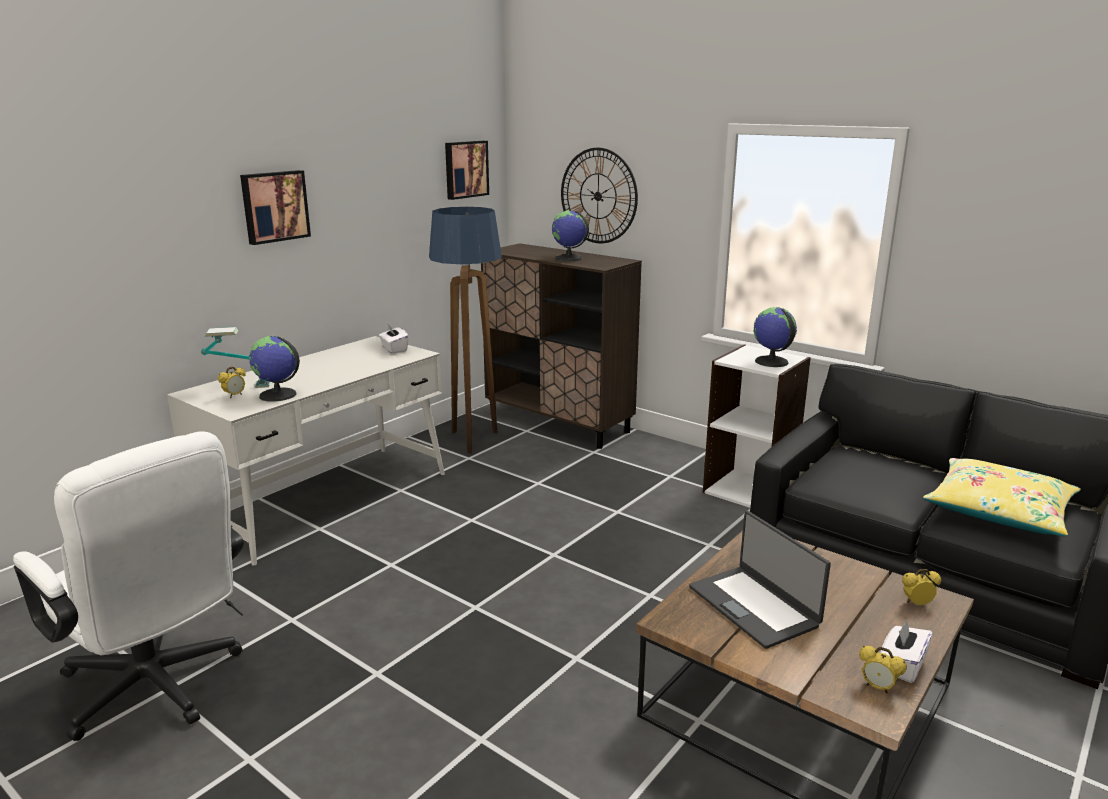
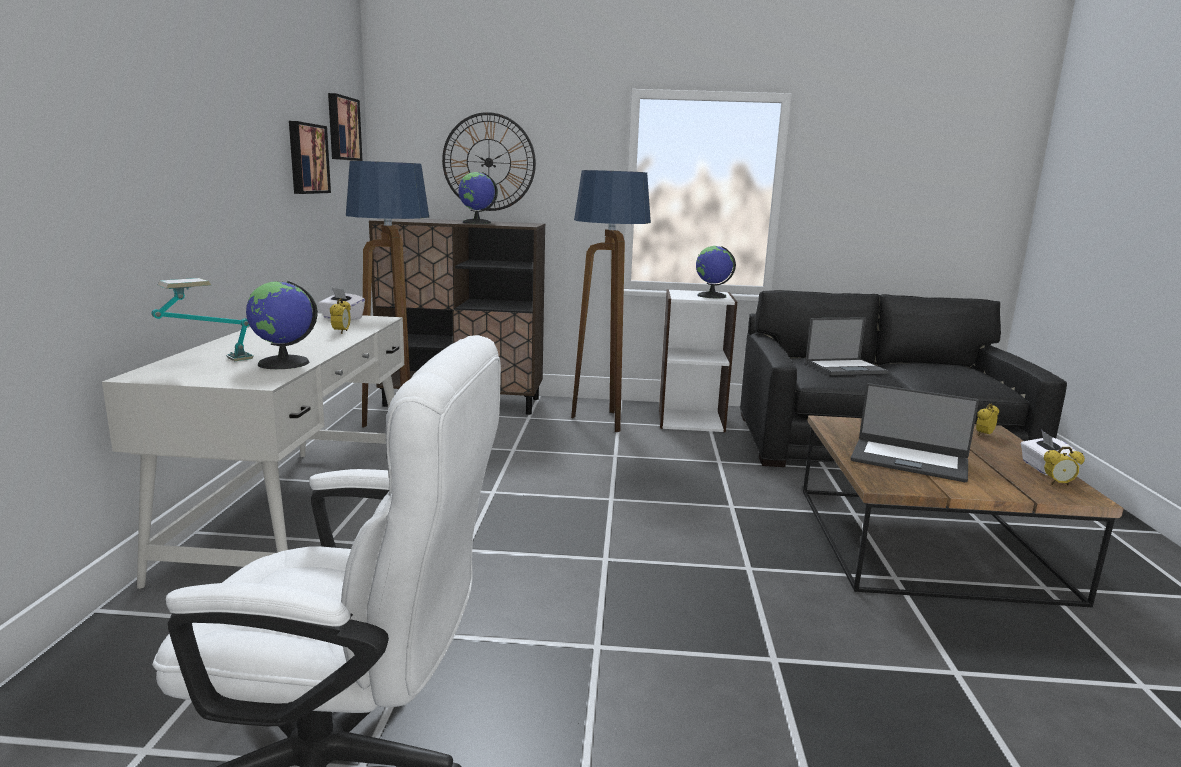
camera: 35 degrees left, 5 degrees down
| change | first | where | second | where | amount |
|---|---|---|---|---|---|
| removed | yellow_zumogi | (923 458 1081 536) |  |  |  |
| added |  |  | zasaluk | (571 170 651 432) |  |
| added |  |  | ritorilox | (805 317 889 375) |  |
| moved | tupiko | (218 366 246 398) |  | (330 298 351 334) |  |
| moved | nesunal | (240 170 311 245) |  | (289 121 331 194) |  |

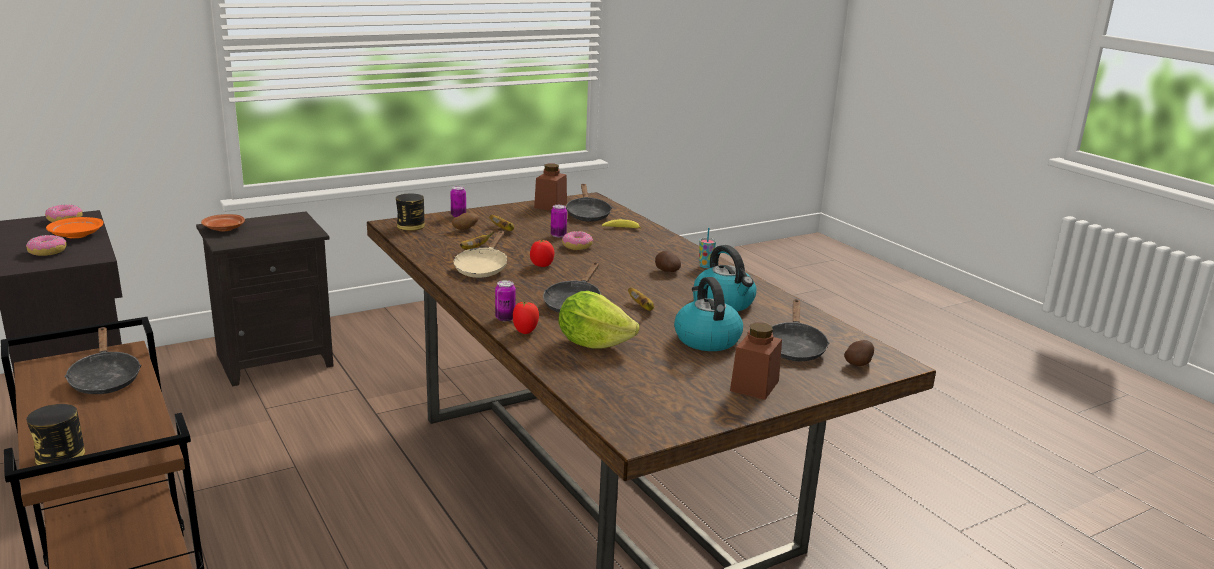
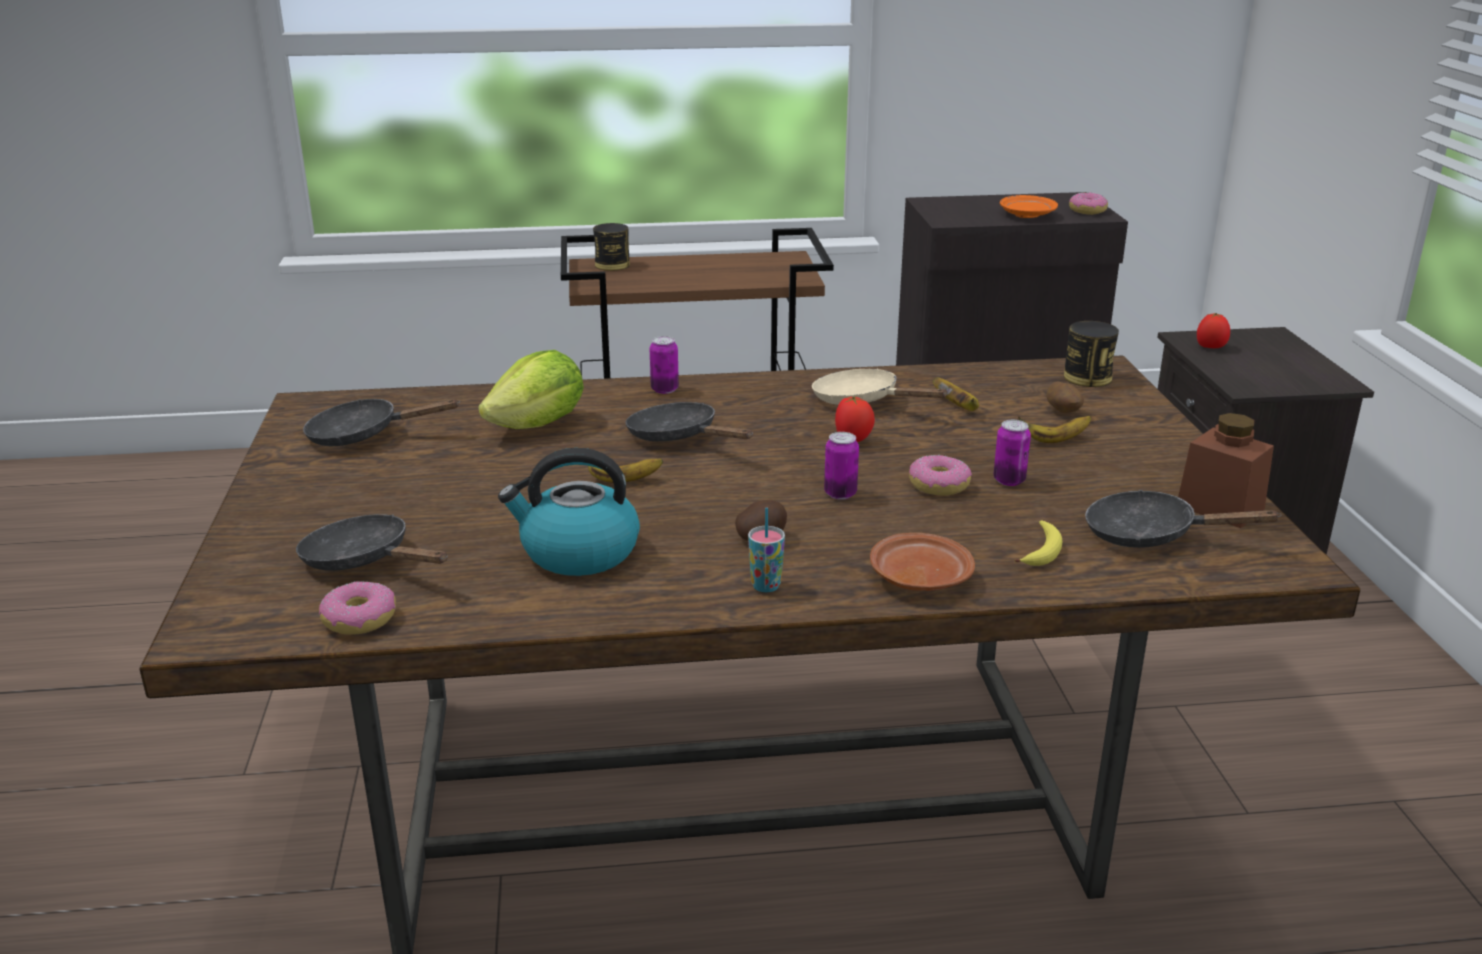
camera: 115 degrees right, 5 degrees up
| change | first | where | second | where | amount |
|---|---|---|---|---|---|
| removed | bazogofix | (674 277 743 351) |  |  |  |
| removed | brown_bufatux | (730 322 782 400) |  |  |  |
| removed | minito | (844 340 874 366) |  |  |  |
| moved | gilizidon | (26 235 66 256) |  | (319 581 396 635) |  |
| moved | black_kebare | (65 327 141 394) |  | (303 399 460 446) |  |
| moved | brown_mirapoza | (201 214 245 231) |  | (870 533 975 591) |  |
| moved | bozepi | (450 186 466 217) |  | (824 432 859 500) |  |
| moved | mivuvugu | (513 301 539 334) |  | (1197 313 1230 348) |  |

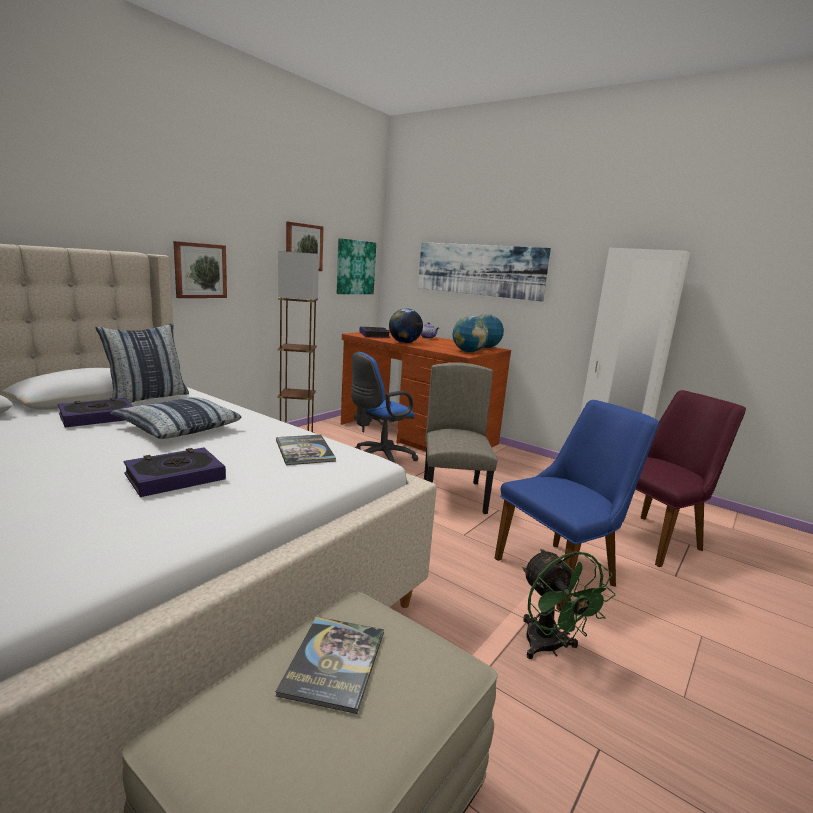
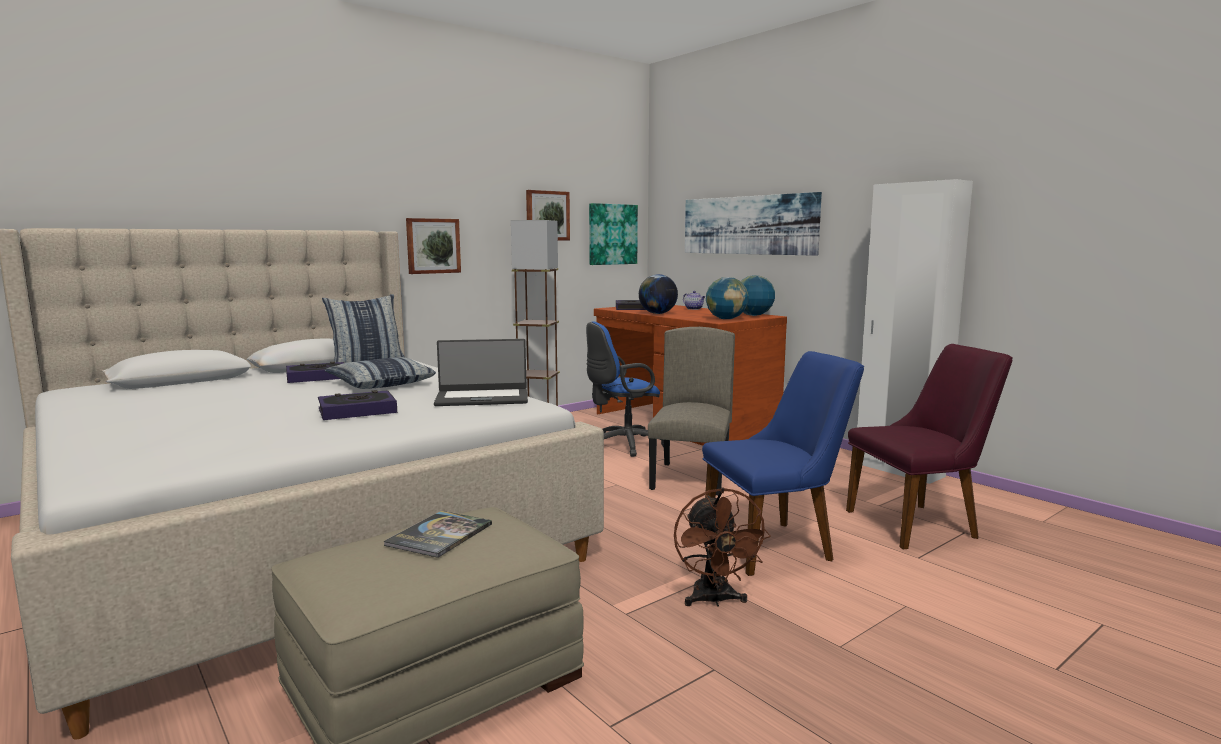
camera: 15 degrees right, 5 degrees down
| change | first | where | second | where | amount |
|---|---|---|---|---|---|
| replaced | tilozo | (276 435 336 465) | ritorilox | (434 339 528 406) |  |
| recoloured | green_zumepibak | (523 549 615 659) | brown_zumepibak | (674 488 770 606) |  |

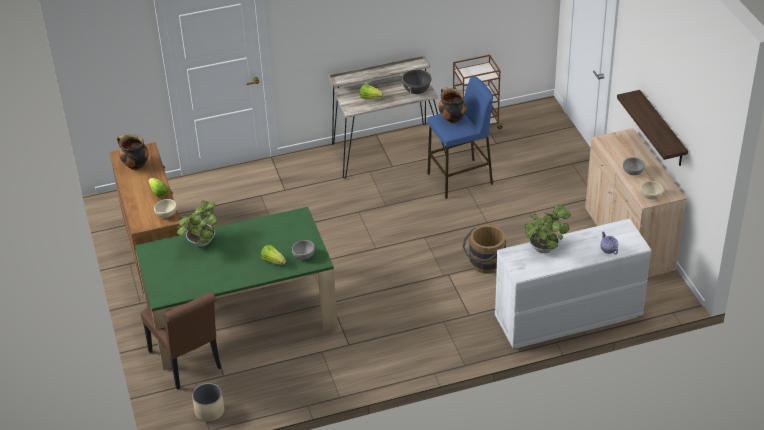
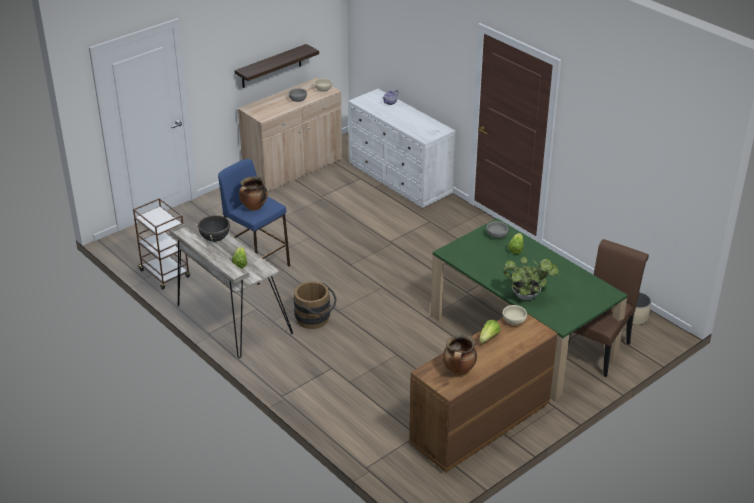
camera: 115 degrees left, 5 degrees down
| change | first | where | second | where | amount |
|---|---|---|---|---|---|
| removed | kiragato | (525 205 571 253) |  |  |  |
| moved | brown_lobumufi | (463 225 506 274) |  | (294 281 337 329) |  |

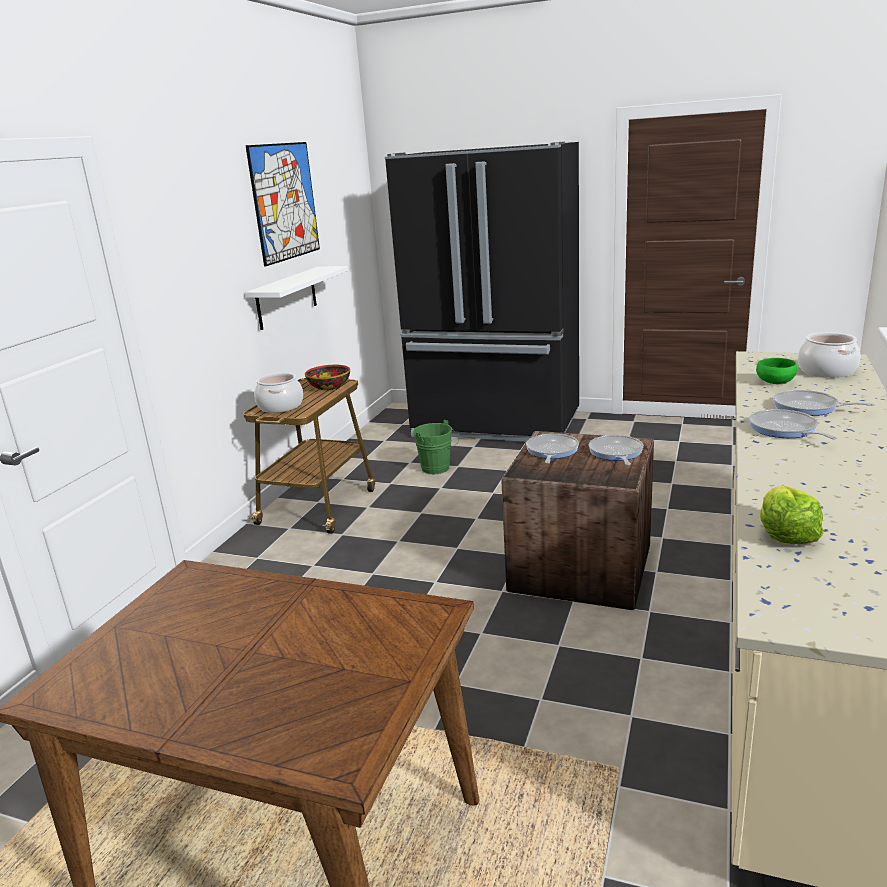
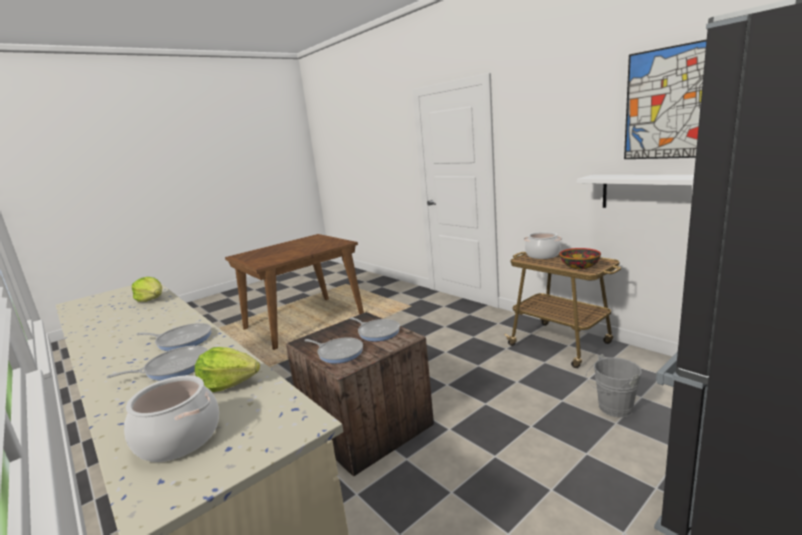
camera: 120 degrees right, 5 degrees down
| change | first | where | second | where | amount |
|---|---|---|---|---|---|
| replaced | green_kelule | (756 358 797 384) | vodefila | (195 347 260 392) |  |
| recoloured | green_lobumufi | (413 420 459 474) | grey_lobumufi | (586 354 642 417) |  |

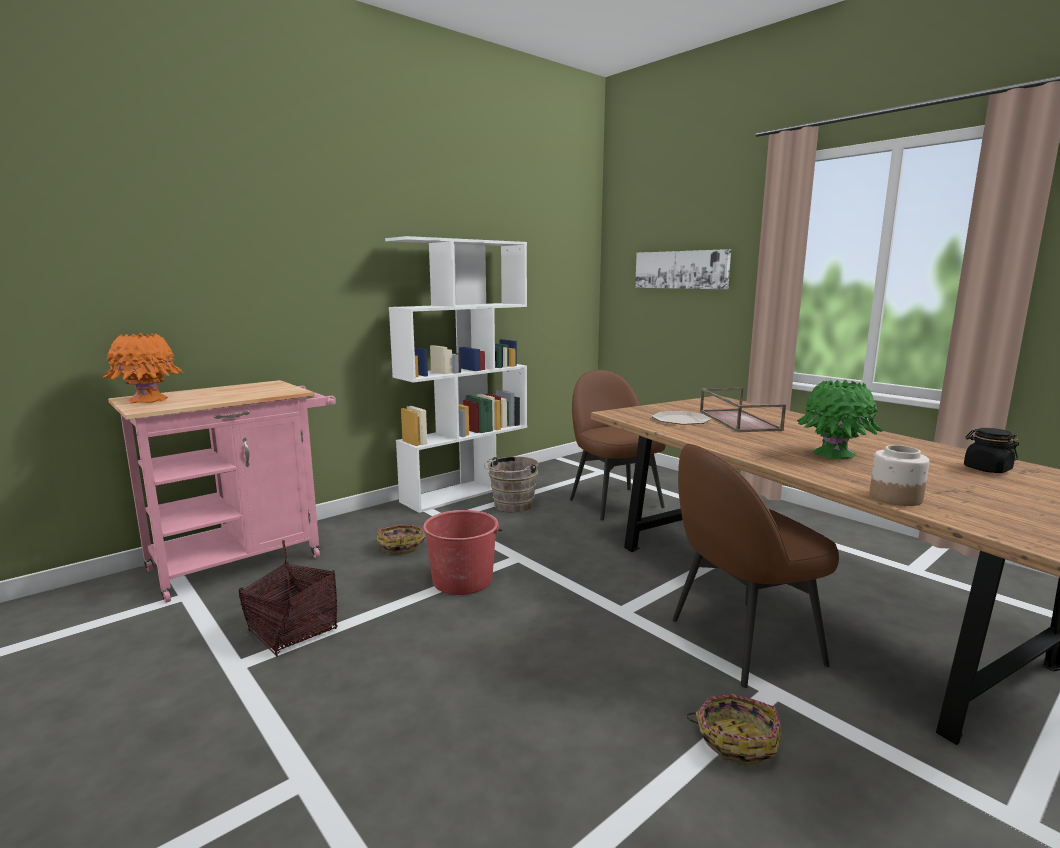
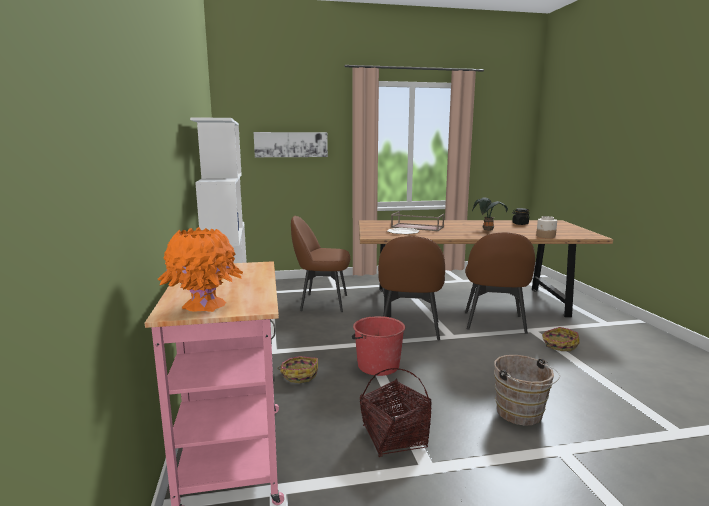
camera: 60 degrees left, 0 degrees up
| change | first | where | second | where | amount |
|---|---|---|---|---|---|
| added |  |  | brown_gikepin | (378 236 445 340) |  |
| moved | brown_lobumufi | (484 457 539 513) |  | (494 355 560 426) |  |
| replaced | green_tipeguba | (797 380 883 459) | kiragato | (472 197 508 230) |  |

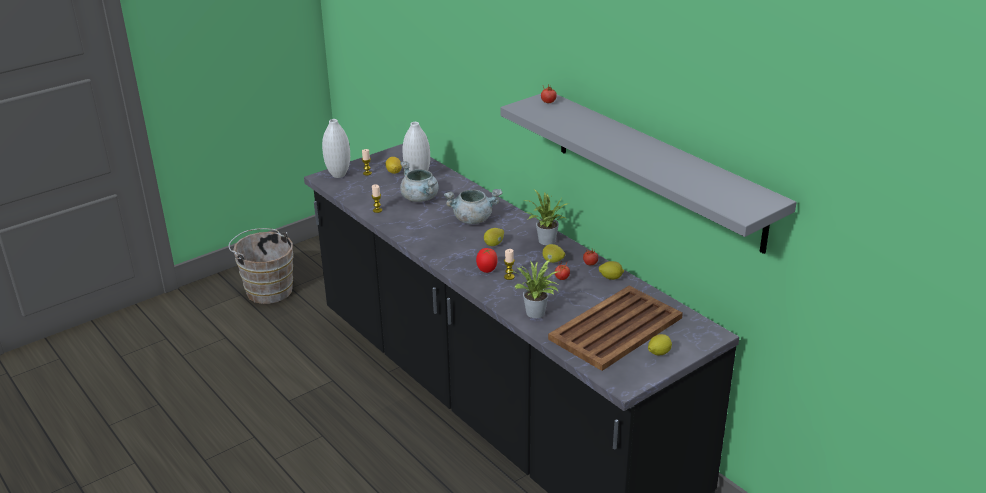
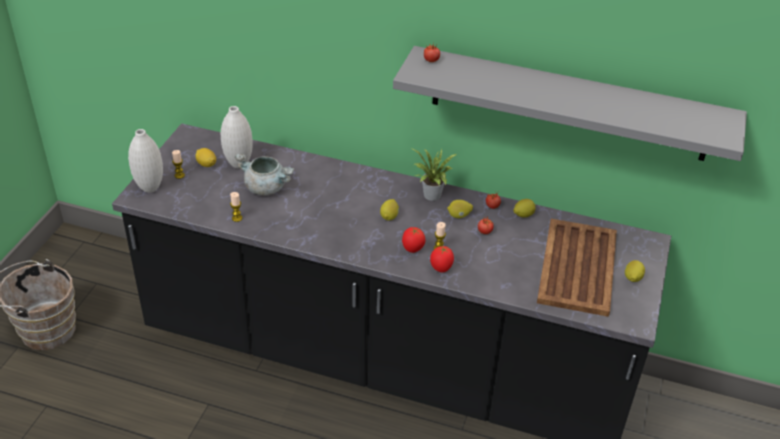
camera: 35 degrees left, 10 degrees up
| change | first | where | second | where | amount |
|---|---|---|---|---|---|
| removed | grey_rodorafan | (444 189 502 224) |  |  |  |
| removed | kiragato | (508 259 560 318) |  |  |  |
| added |  |  | mivuvugu | (430 246 454 272) |  |

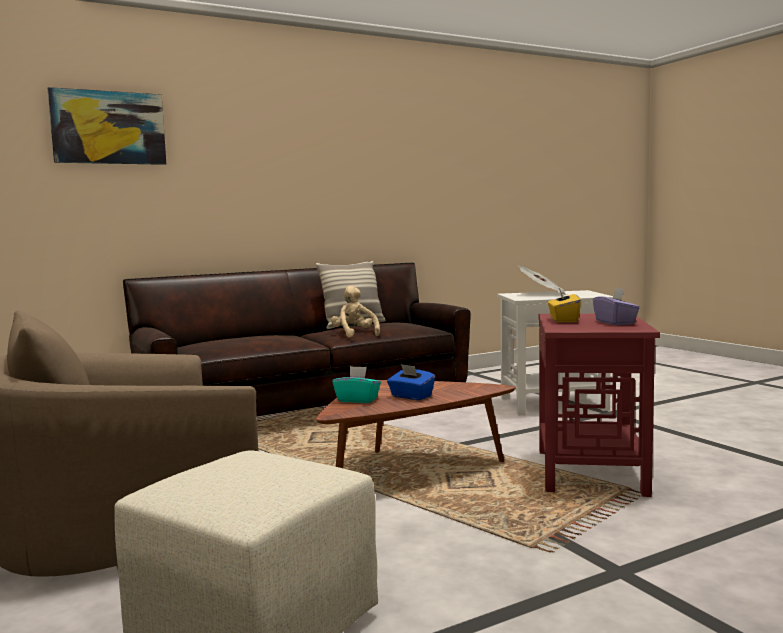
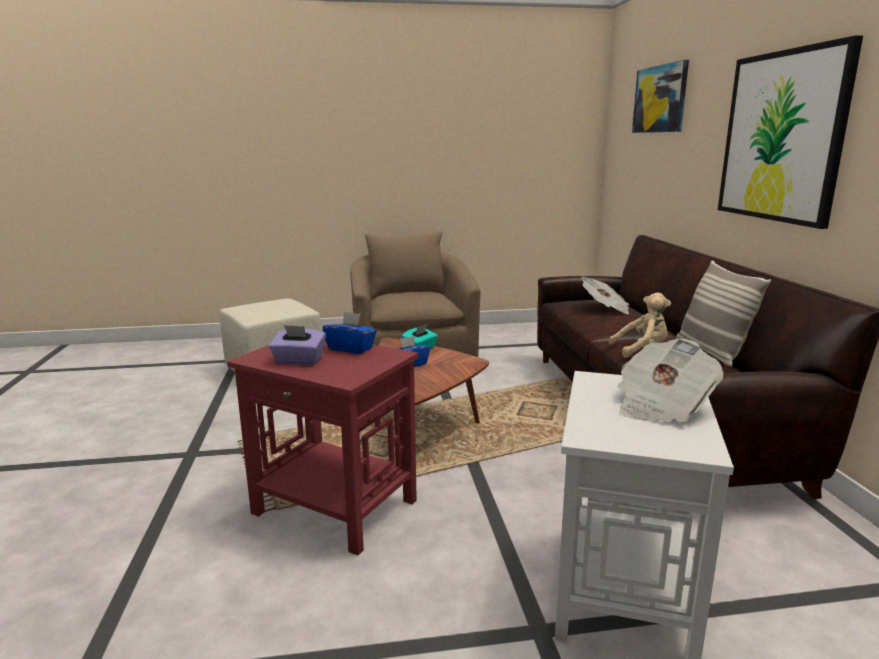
camera: 110 degrees right, 10 degrees up
| change | first | where | second | where | amount |
|---|---|---|---|---|---|
| added |  |  | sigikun | (581 277 629 314) |  |
| added |  |  | nesunal | (718 35 863 229) |  |
| recoloured | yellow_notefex | (548 288 581 322) | blue_notefex | (322 311 377 354) |  |

